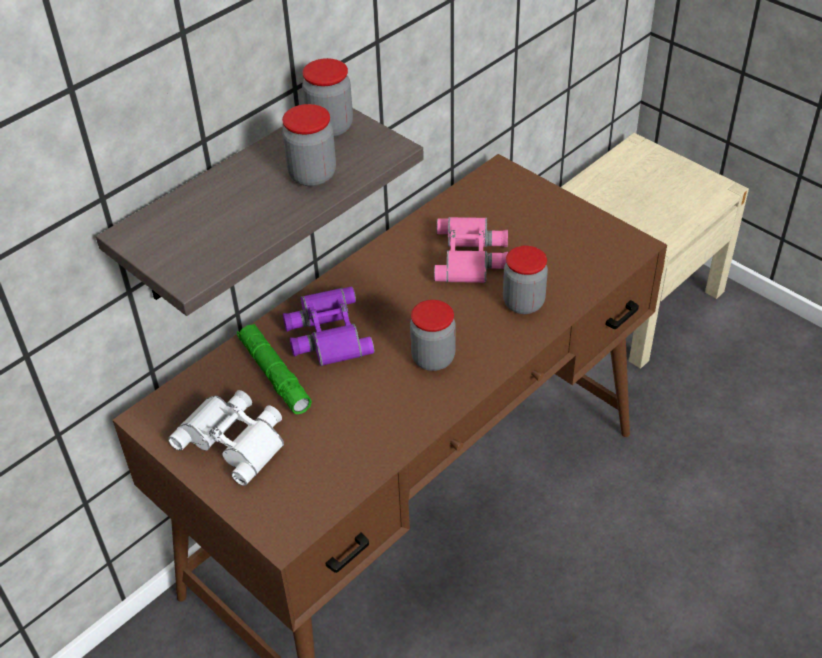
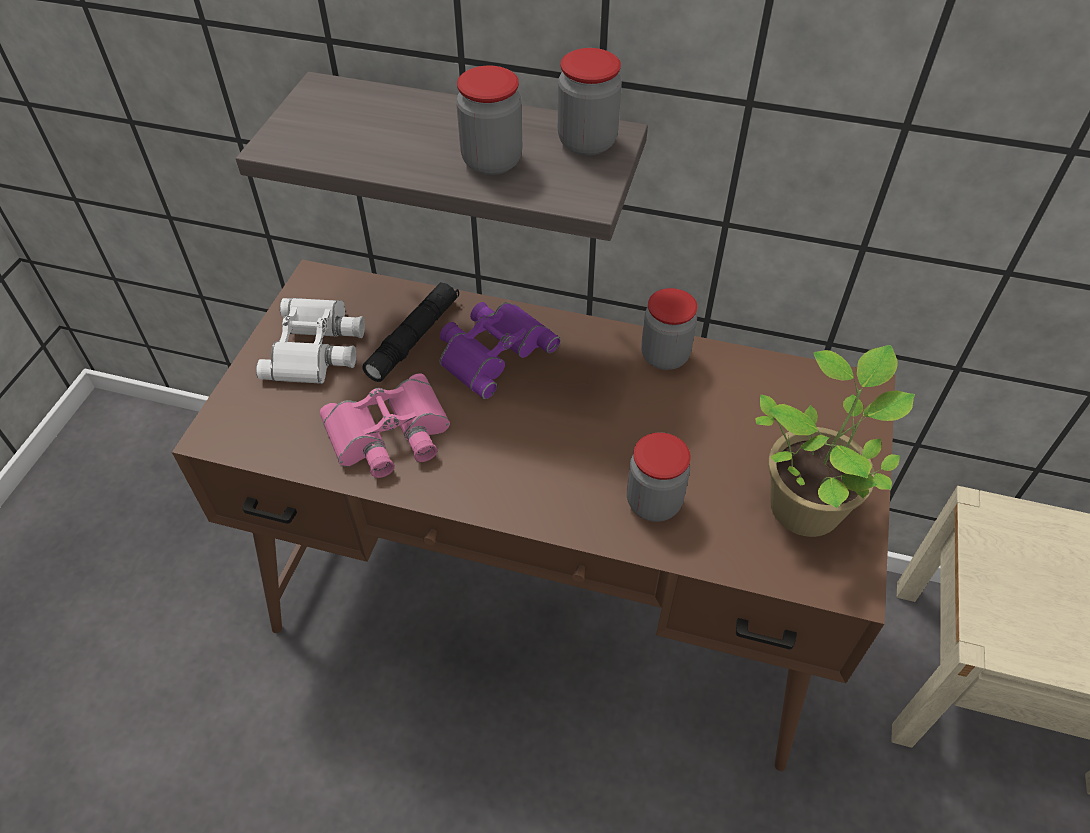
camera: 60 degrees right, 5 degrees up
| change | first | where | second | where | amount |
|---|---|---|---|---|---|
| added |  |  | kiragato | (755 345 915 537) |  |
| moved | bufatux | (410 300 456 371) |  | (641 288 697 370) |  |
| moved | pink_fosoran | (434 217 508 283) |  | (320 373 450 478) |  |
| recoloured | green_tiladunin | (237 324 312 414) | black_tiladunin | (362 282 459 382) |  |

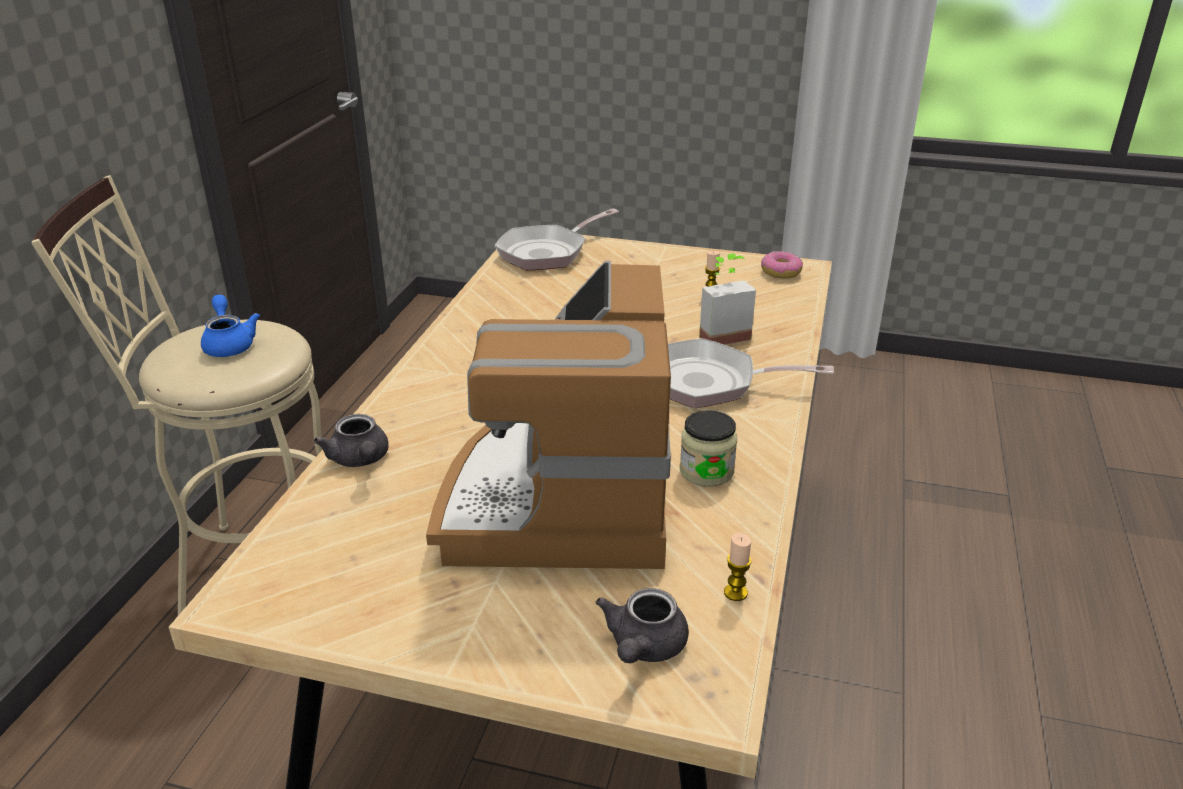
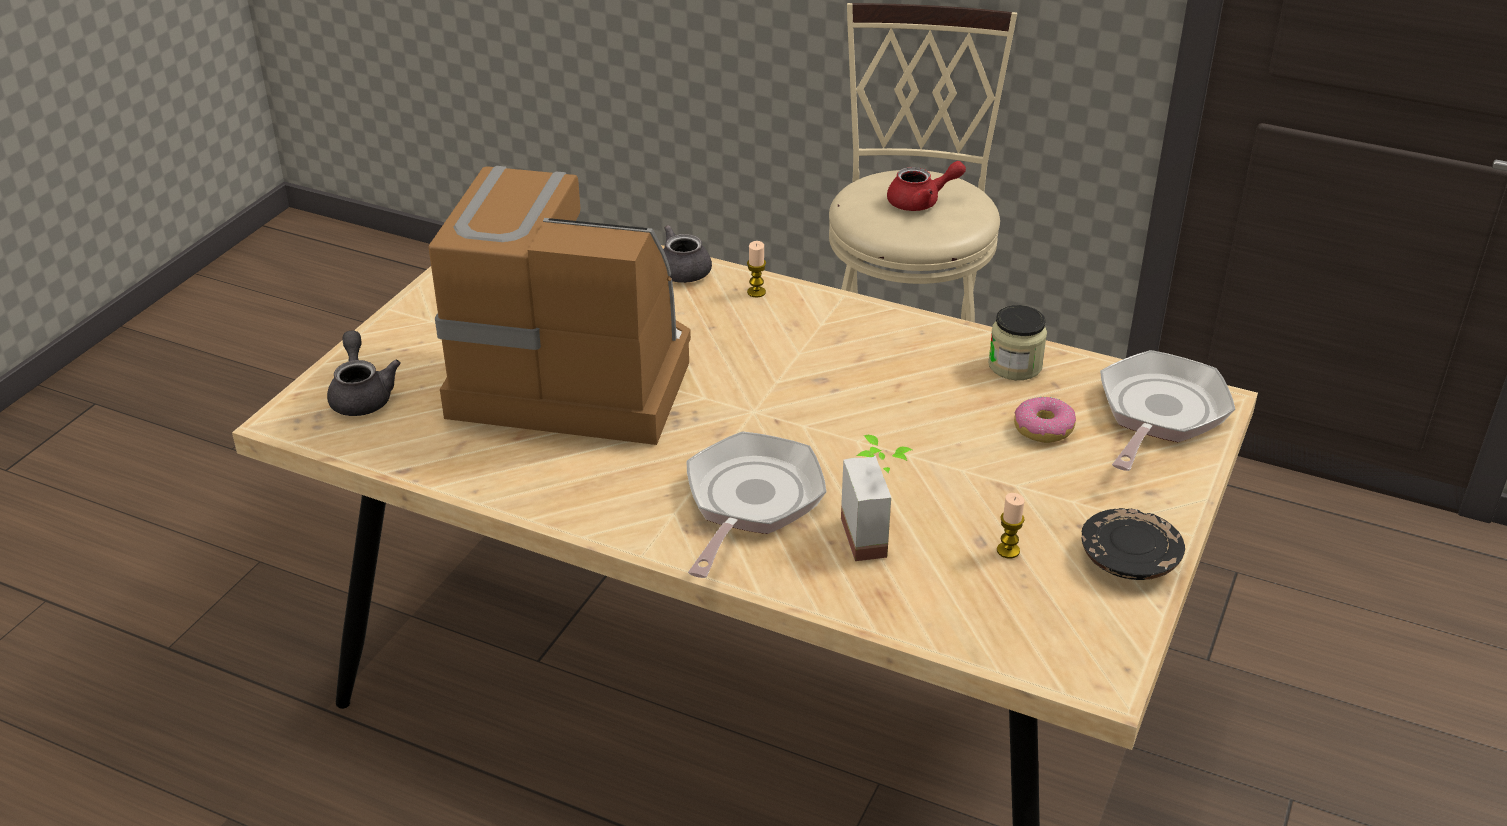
camera: 100 degrees right, 5 degrees up
| change | first | where | second | where | amount |
|---|---|---|---|---|---|
| added |  |  | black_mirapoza | (1081 508 1185 580) |  |
| moved | bufatux | (680 410 737 487) |  | (988 305 1047 380) |  |
| moved | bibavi | (724 533 752 601) |  | (747 241 766 298) |  |
| moved | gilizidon | (761 251 803 279) |  | (1014 397 1076 443) |  |
| recoloured | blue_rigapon | (201 295 260 357) | red_rigapon | (887 161 966 211) |  |
| turned | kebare | (494 208 619 270) |  | (1100 350 1235 471) | 60 degrees clockwise |
| turned | grey_rigapon | (596 588 689 663) |  | (327 330 401 416) | 45 degrees clockwise |

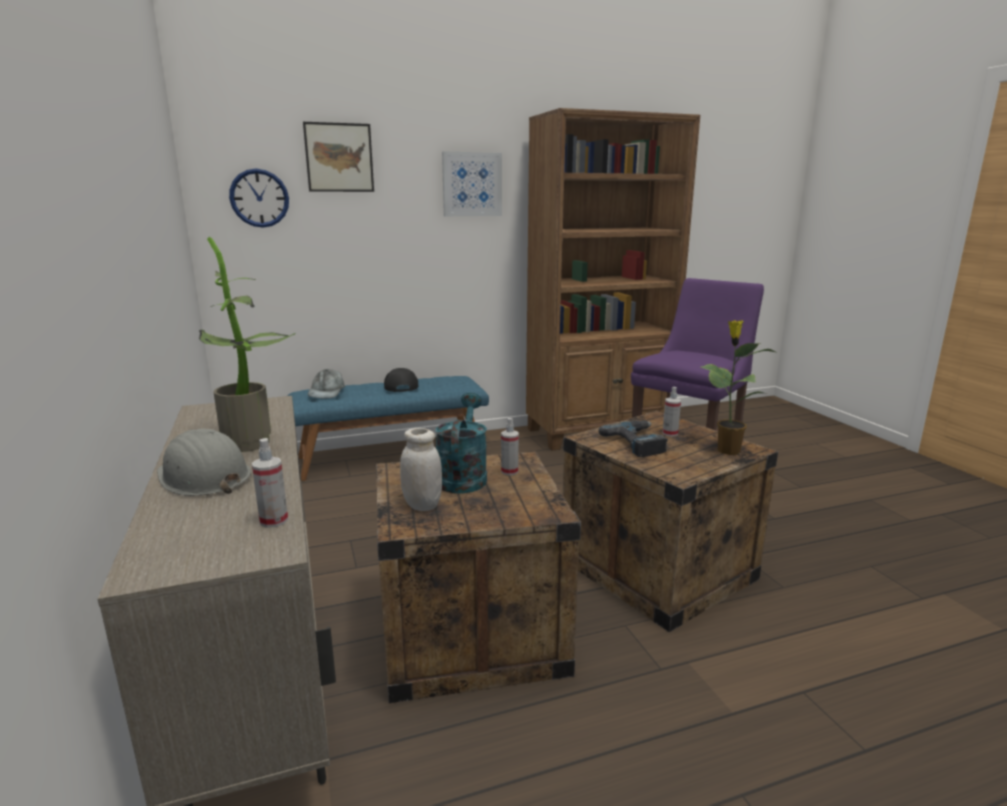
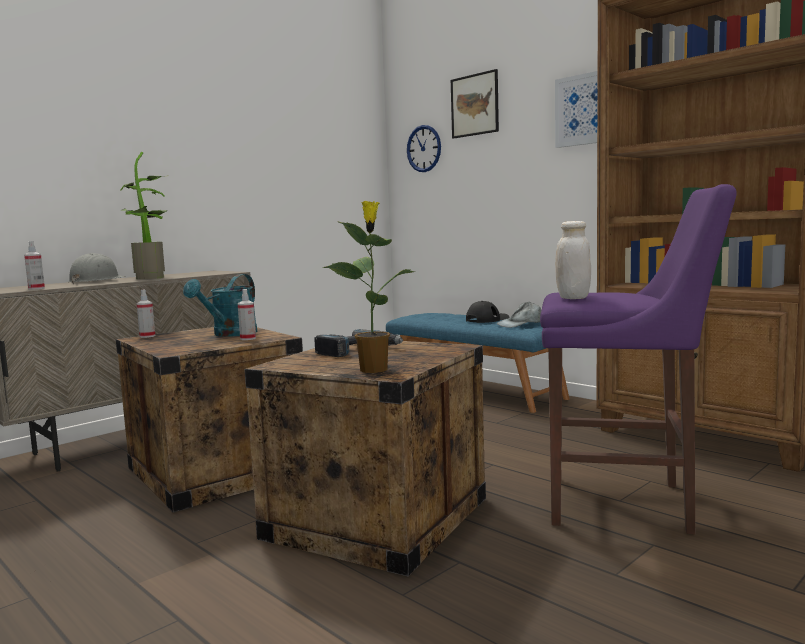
camera: 65 degrees right, 10 degrees down
| change | first | where | second | where | amount |
|---|---|---|---|---|---|
| moved | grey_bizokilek | (308 369 345 398) |  | (497 302 542 328) |  |
| moved | white_bufatux | (400 428 442 511) |  | (555 221 591 299) |  |
| moved | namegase | (662 387 681 437) |  | (137 290 155 338) |  |
| turned | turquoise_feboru | (435 392 487 494) |  | (183 274 258 337) | 135 degrees clockwise |

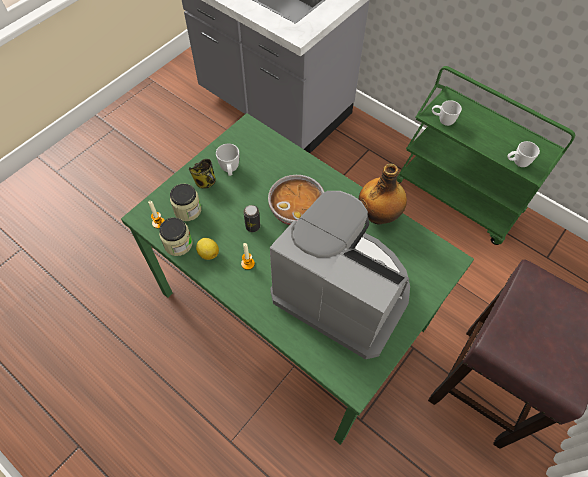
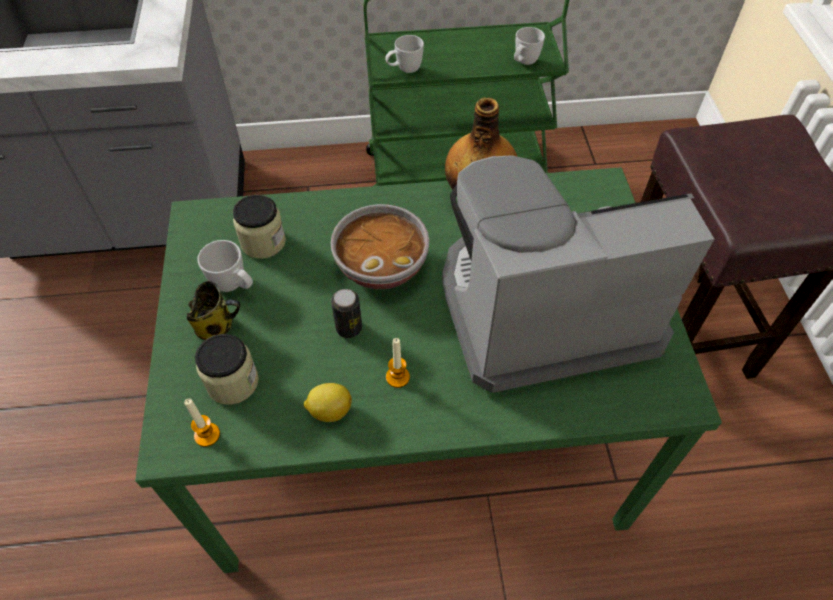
camera: 45 degrees left, 5 degrees down
| change | first | where | second | where | amount |
|---|---|---|---|---|---|
| moved | bufatux | (159 217 192 256) |  | (233 195 286 259) |  |

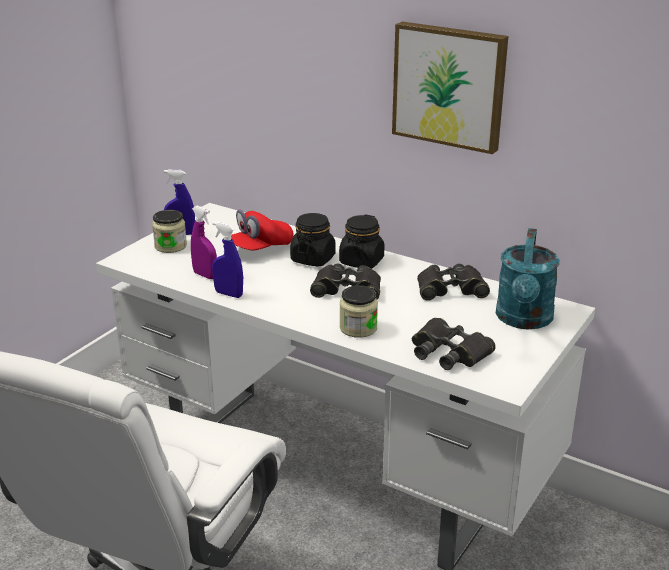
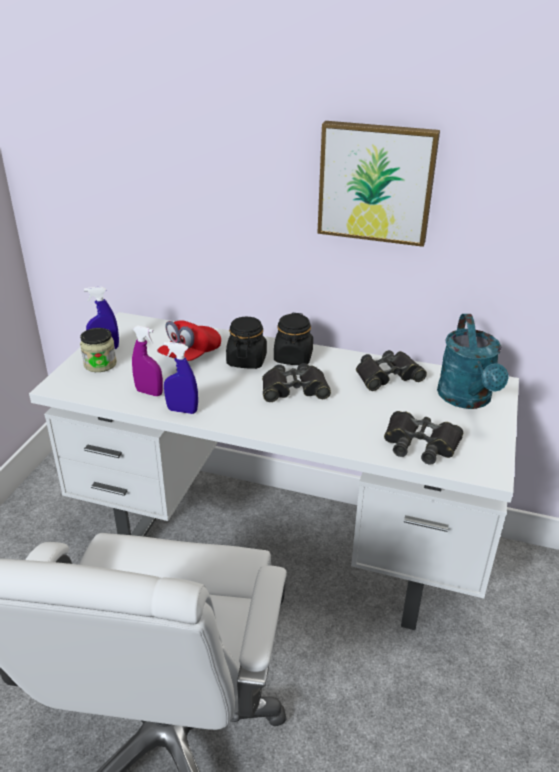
camera: 15 degrees left, 5 degrees up
| change | first | where | second | where | amount |
|---|---|---|---|---|---|
| removed | bufatux | (340 285 378 338) |  |  |  |

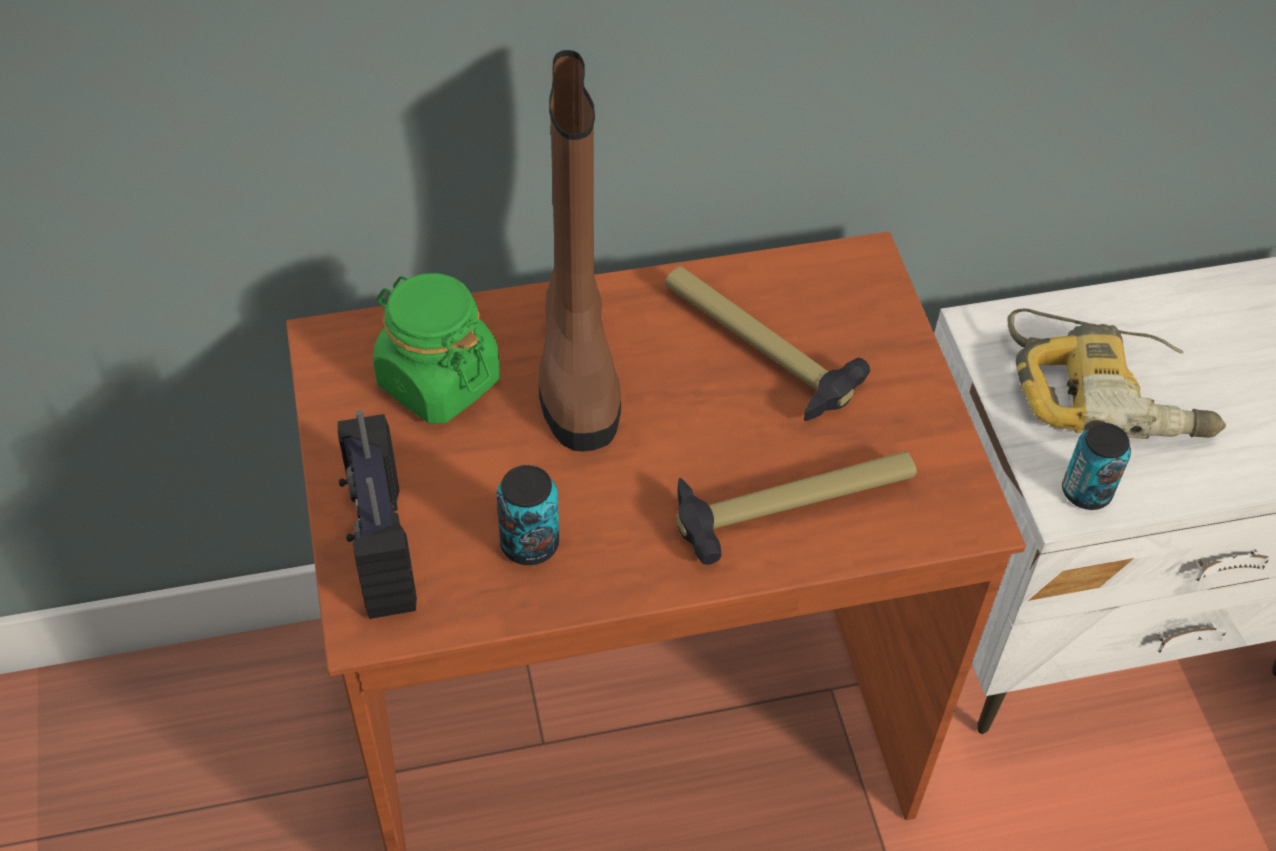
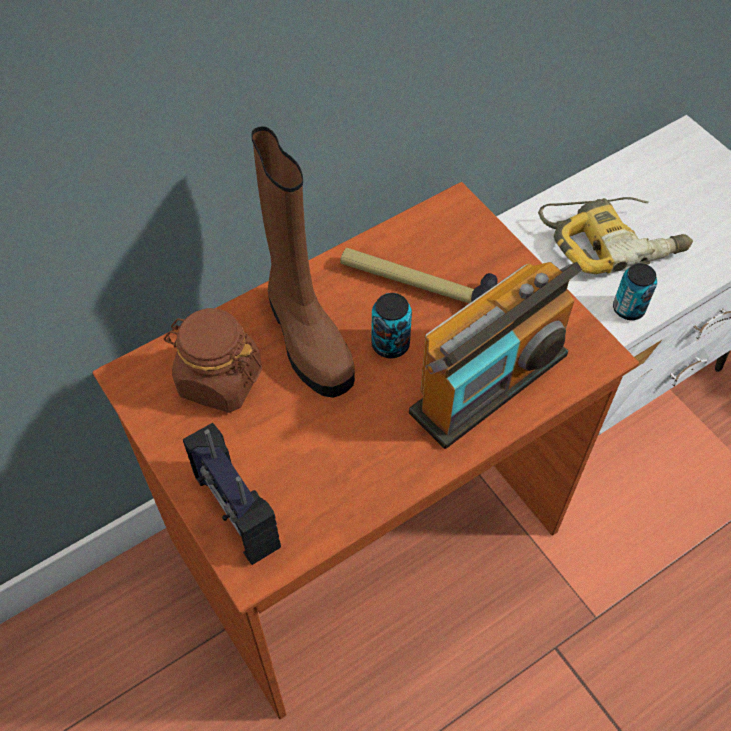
camera: 20 degrees left, 5 degrees up
| change | first | where | second | where | amount |
|---|---|---|---|---|---|
| moved | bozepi | (496 465 559 565) |  | (371 293 412 358) |  |
| replaced | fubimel | (676 451 917 565) | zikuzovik | (409 262 582 449) |  |
| recoloured | green_bufatux | (373 273 500 424) | brown_bufatux | (164 308 262 413) |  |

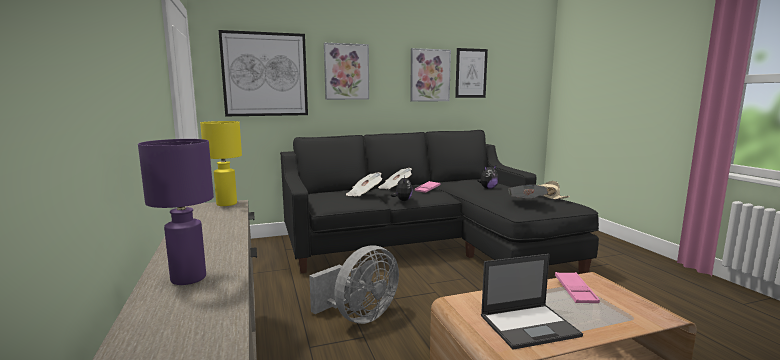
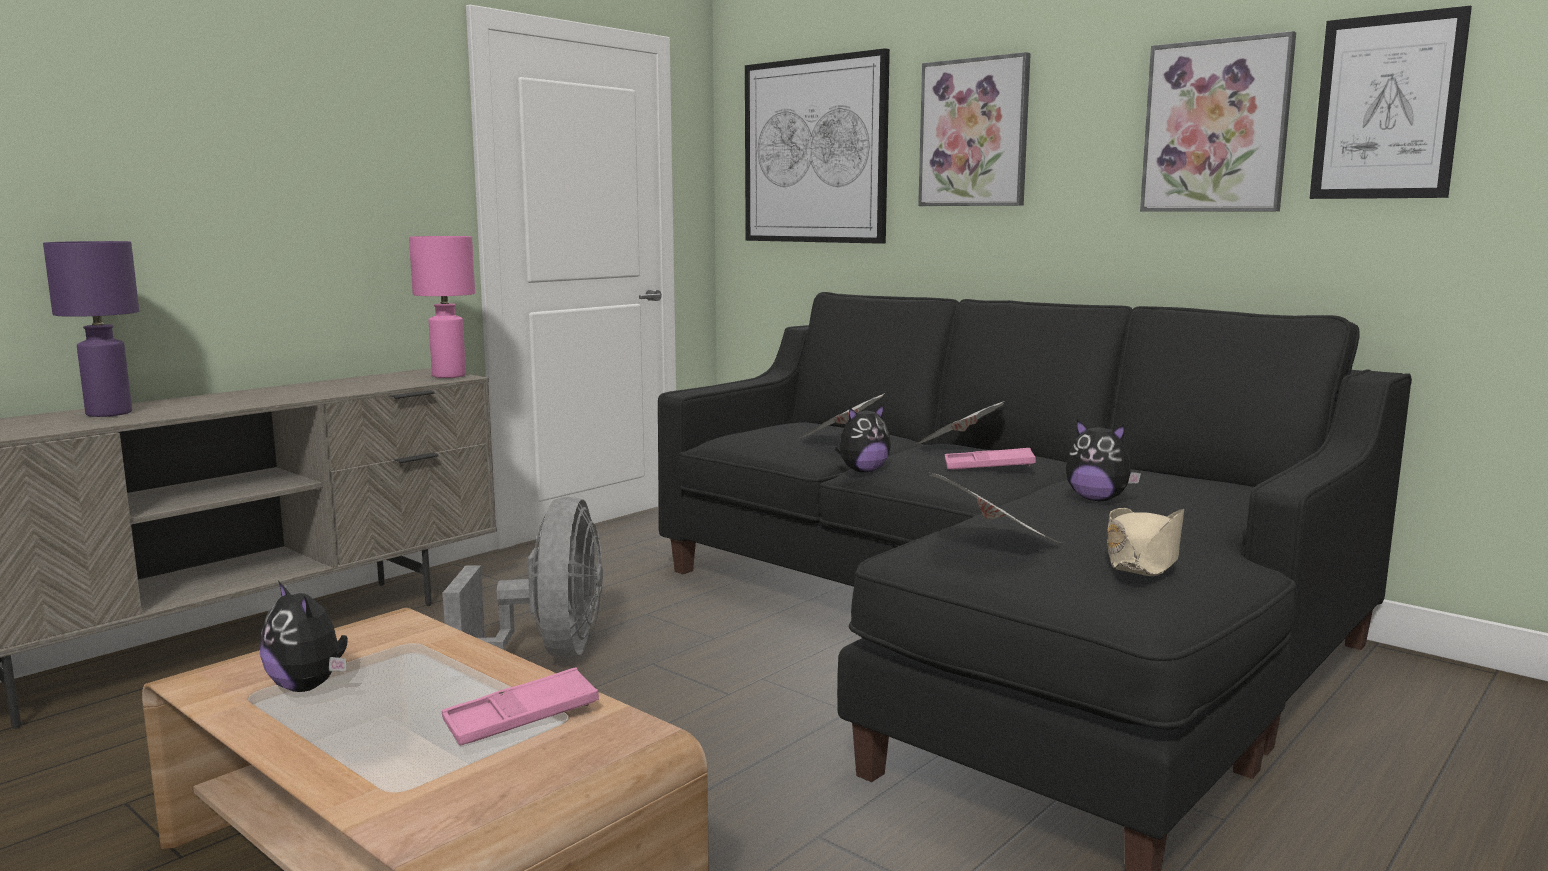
camera: 60 degrees right, 0 degrees up
| change | first | where | second | where | amount |
|---|---|---|---|---|---|
| replaced | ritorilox | (481 254 583 350) | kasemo | (260 581 348 692) |  |
| recoloured | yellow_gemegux | (200 121 242 206) | pink_gemegux | (409 236 475 378) |  |
| turned | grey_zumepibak | (309 245 399 324) |  | (443 497 603 658) | 105 degrees counterclockwise |

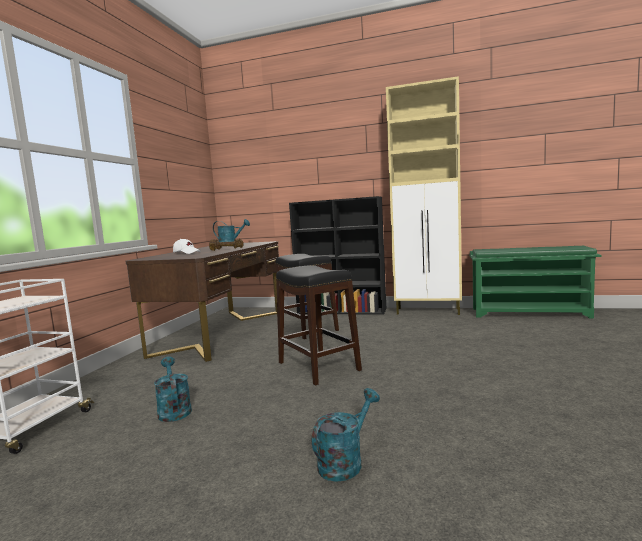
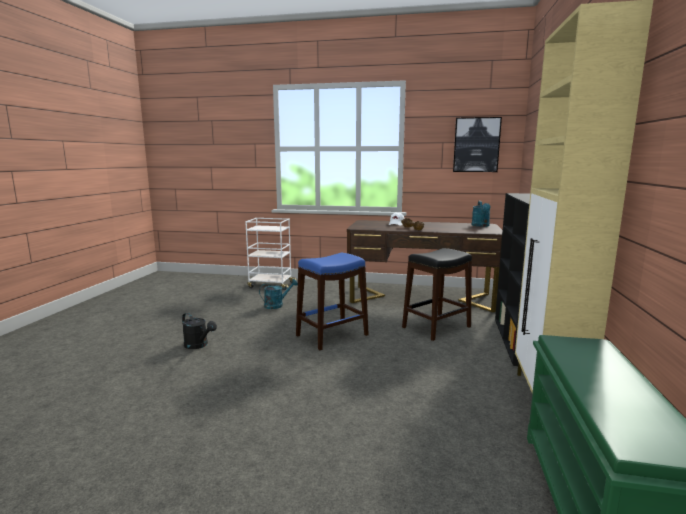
camera: 85 degrees right, 5 degrees up
| change | first | where | second | where | amount |
|---|---|---|---|---|---|
| added |  |  | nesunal | (453 117 502 172) |  |
| recoloured | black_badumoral | (276 265 362 386) | blue_badumoral | (296 253 369 350) |  |
| recoloured | turquoise_feboru | (312 388 380 482) | black_feboru | (182 313 217 349) |  |

